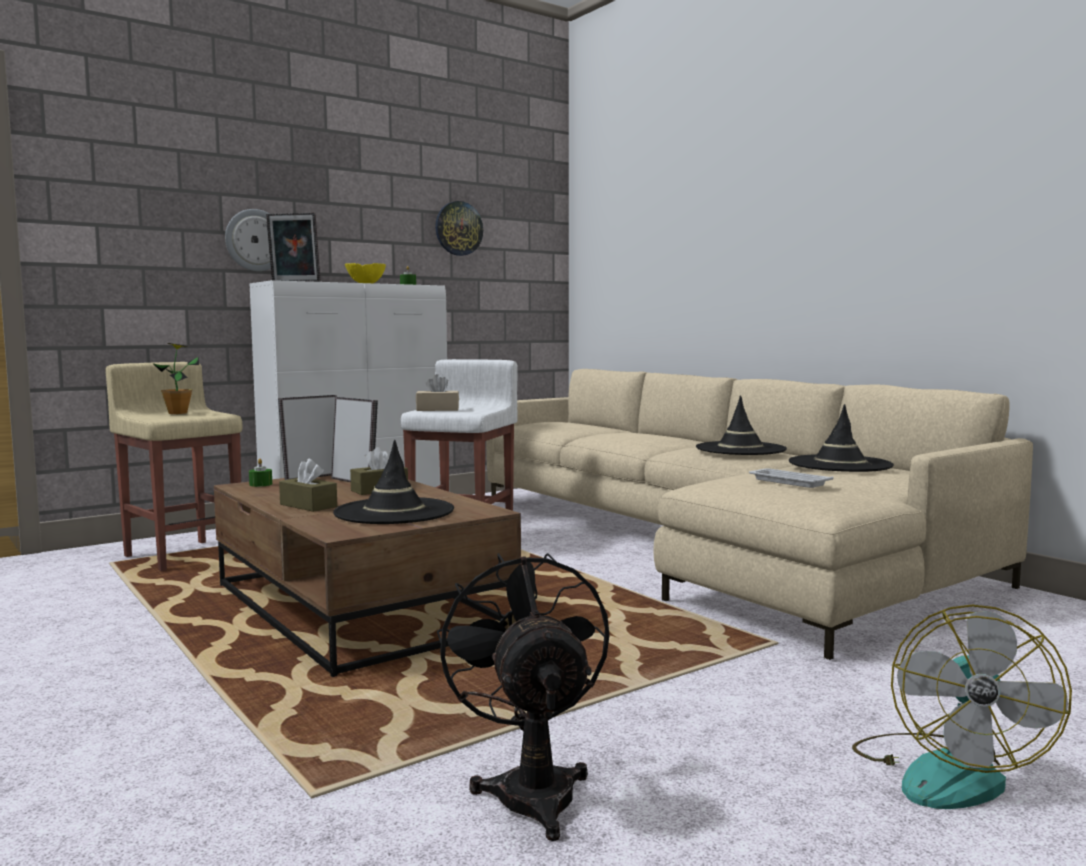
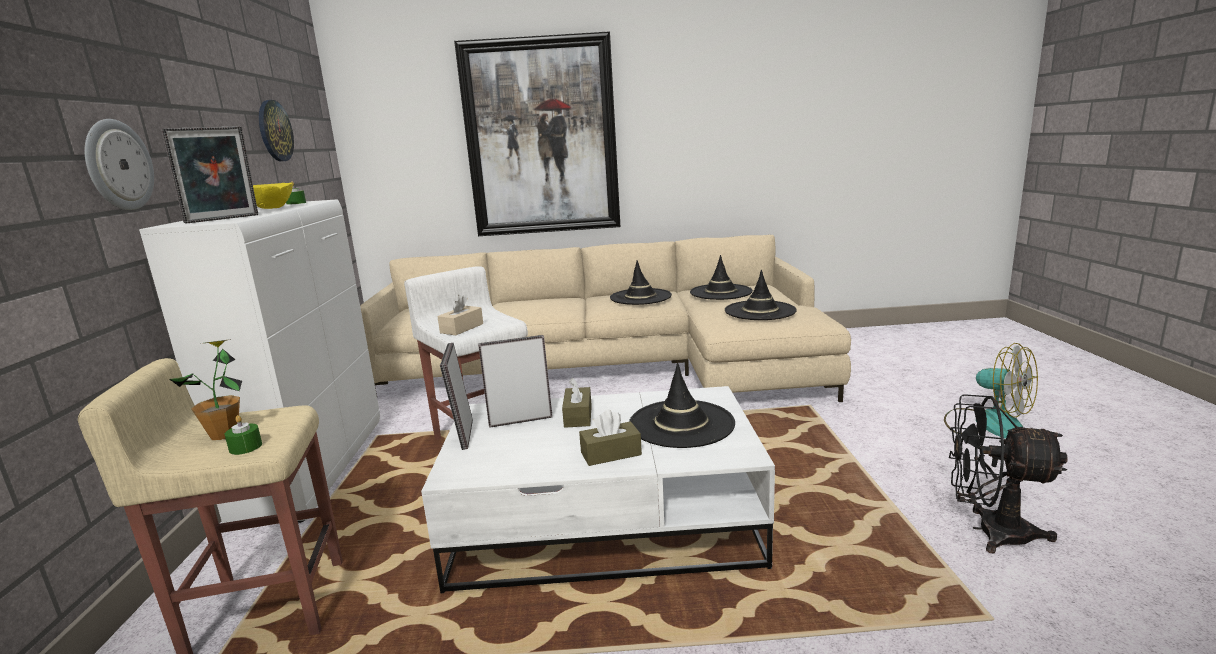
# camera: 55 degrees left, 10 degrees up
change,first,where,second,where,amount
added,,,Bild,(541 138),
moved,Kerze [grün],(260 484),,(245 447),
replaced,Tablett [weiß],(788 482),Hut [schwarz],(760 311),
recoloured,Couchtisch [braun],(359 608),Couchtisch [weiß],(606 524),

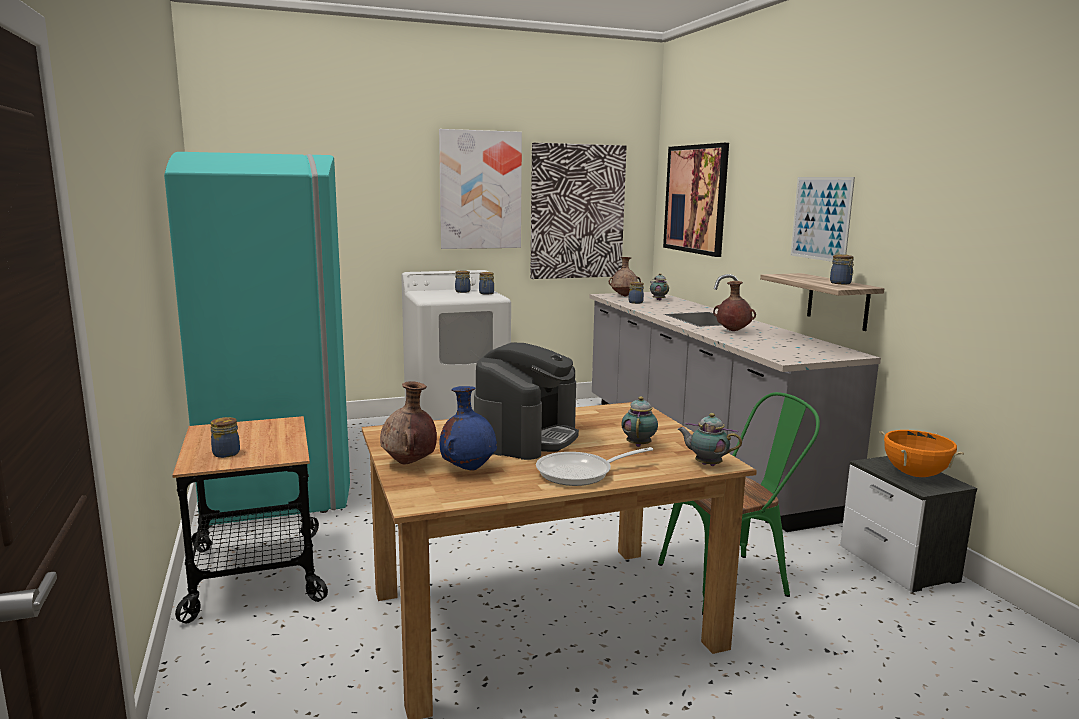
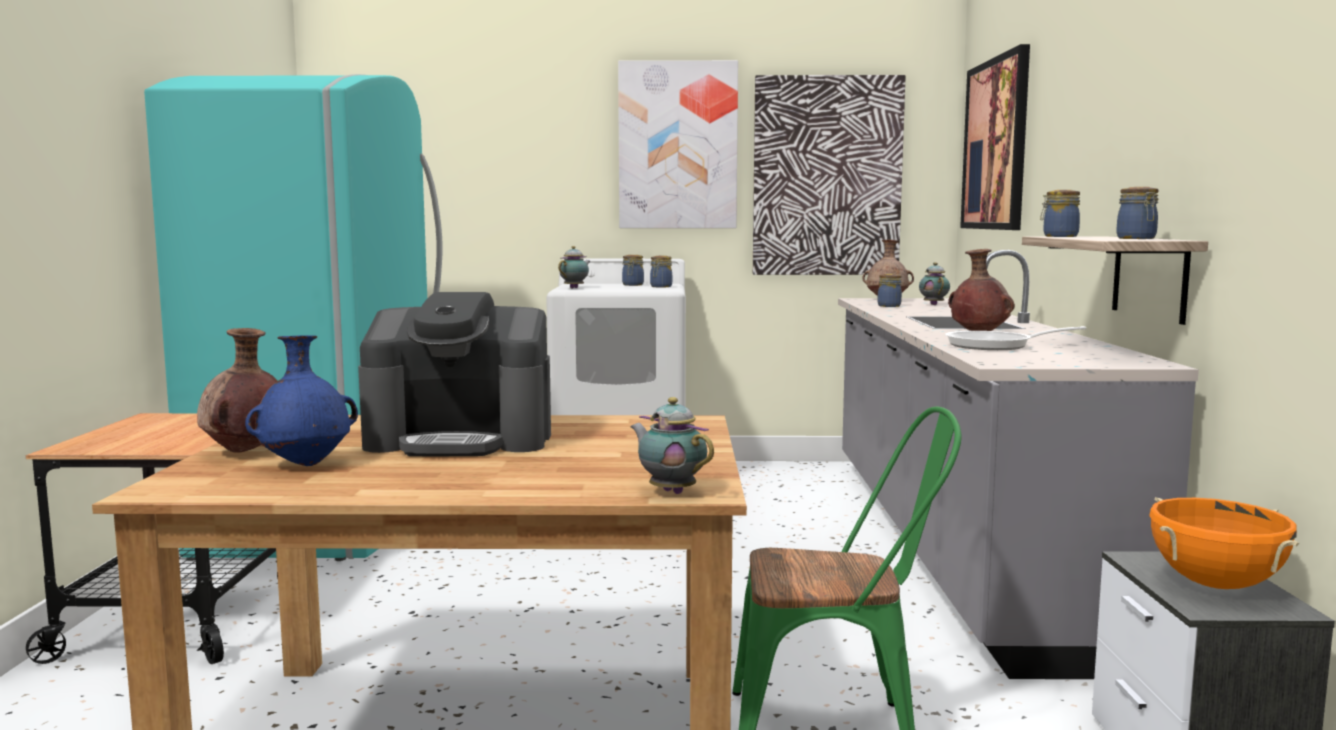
# camera: 20 degrees right, 5 degrees down
change,first,where,second,where,amount
removed,Bild,(821 218),,,
moved,Vorratsglas,(225 453),,(1058 236),
moved,Pfanne,(581 473),,(996 346),
moved,Teekanne,(639 445),,(575 288),
turned,Kaffeemaschine,(526 437),,(461 439),45 degrees clockwise

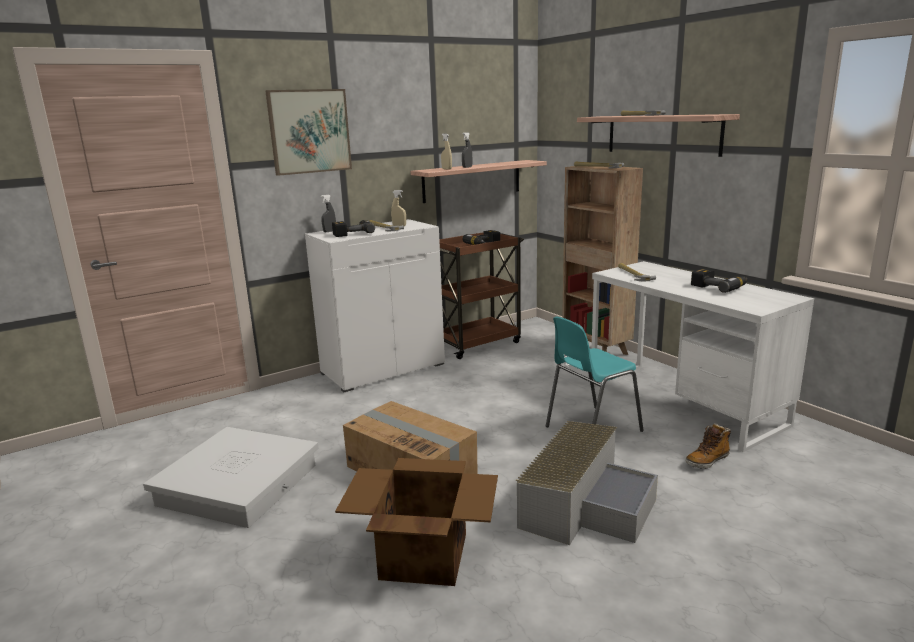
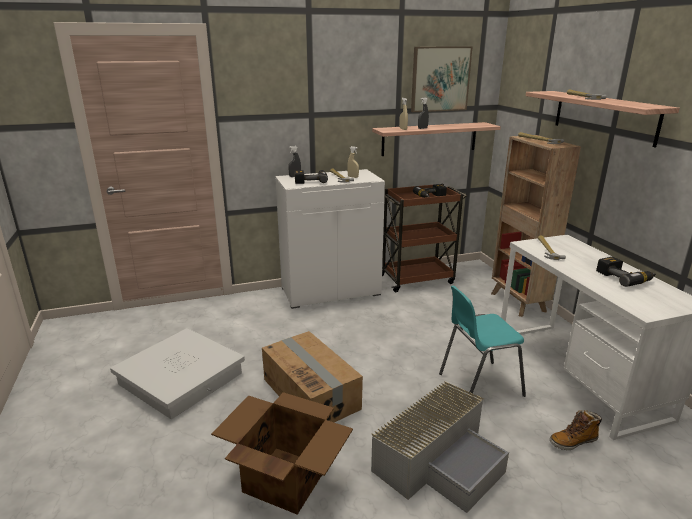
# camera: 15 degrees right, 5 degrees up
change,first,where,second,where,amount
moved,Bild,(309 131),,(440 79),

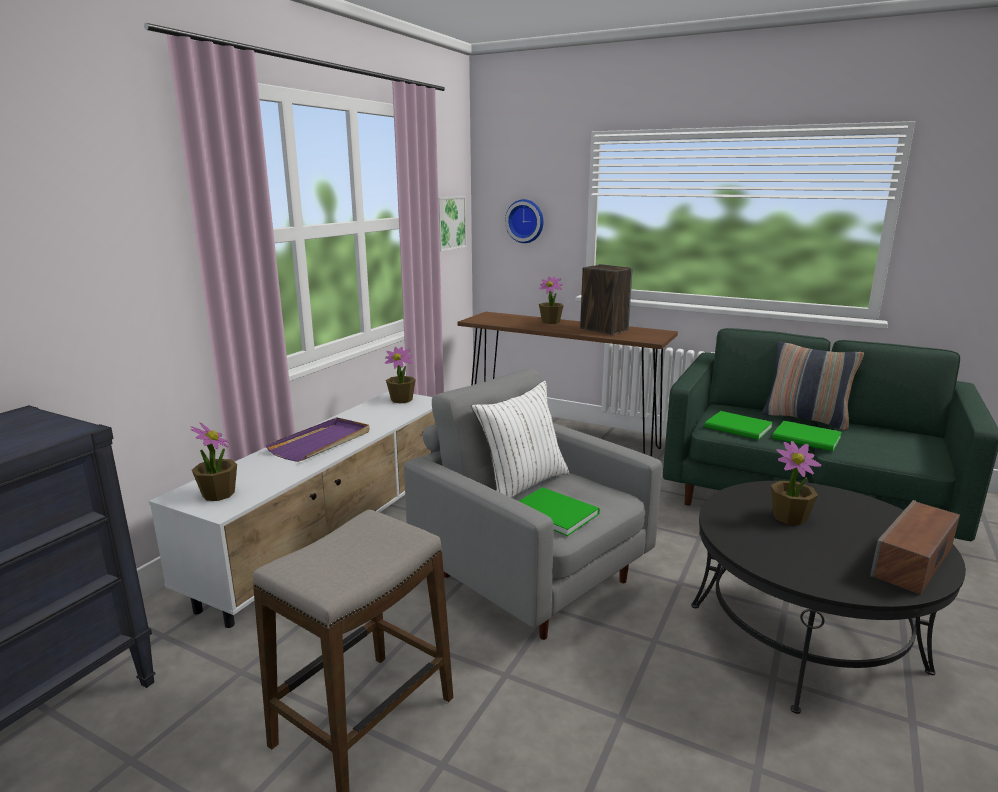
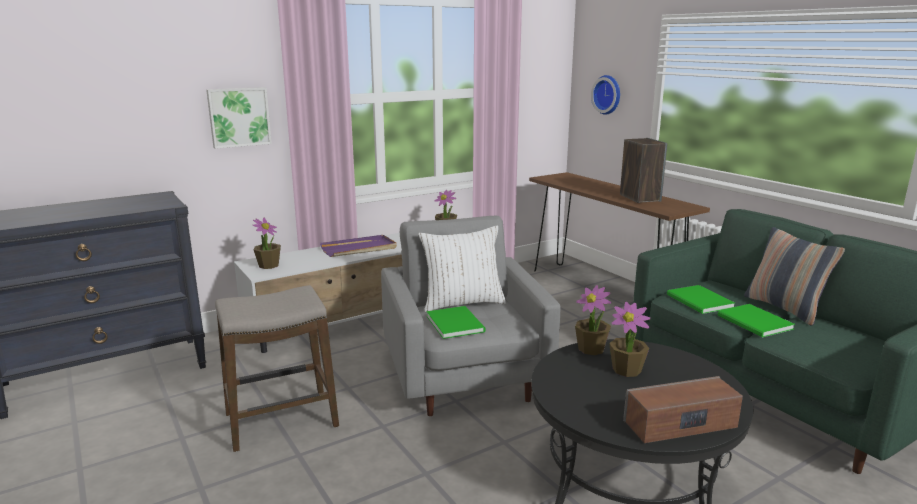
# camera: 30 degrees right, 0 degrees up
change,first,where,second,where,amount
moved,Bild,(448 223),,(239 117),
moved,Topfpflanze,(550 322),,(591 349),

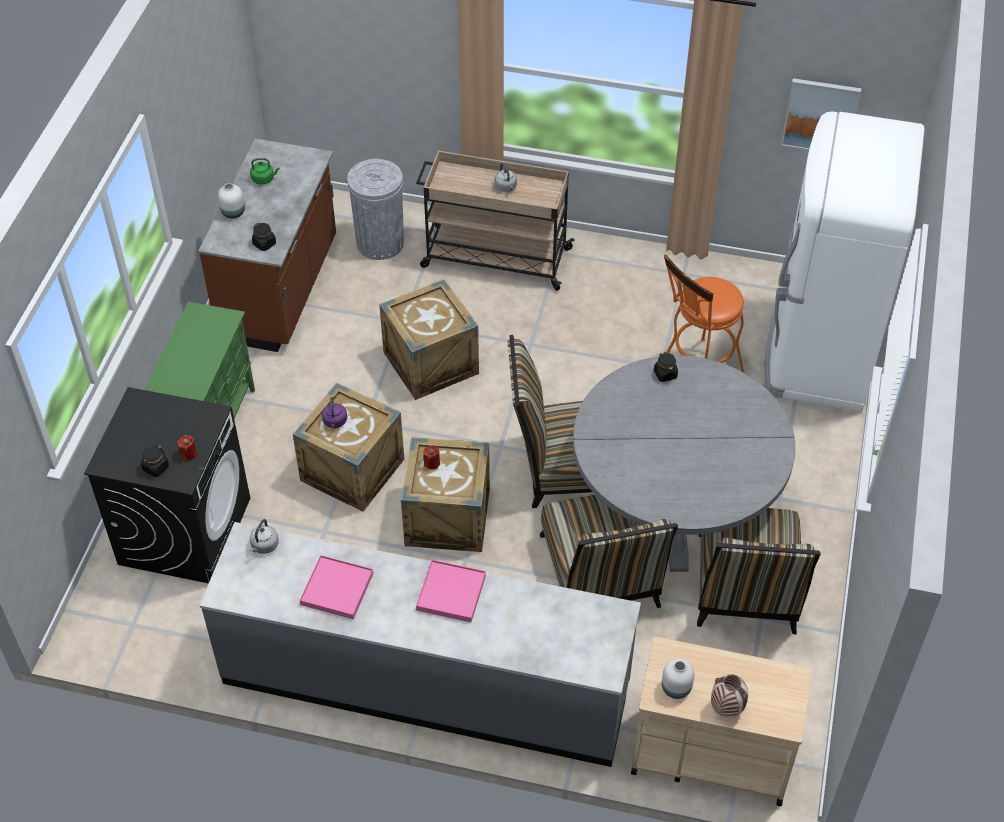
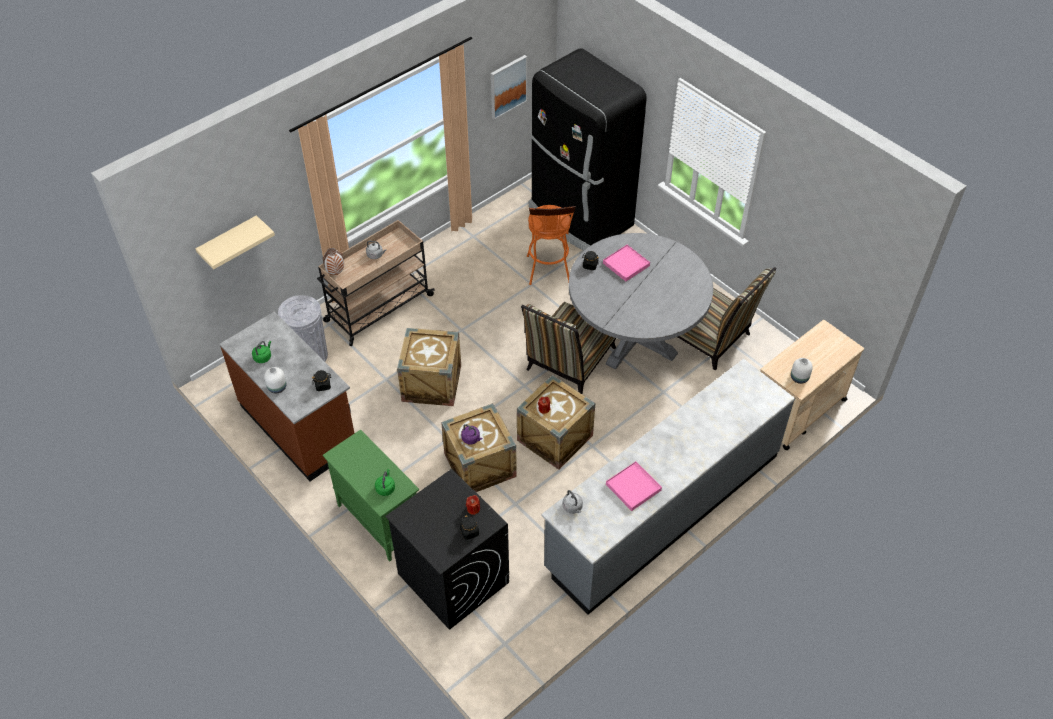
# camera: 55 degrees left, 0 degrees up
change,first,where,second,where,amount
removed,Stuhl,(601 578),,,
added,,,Wandregal [beige],(228 241),
added,,,Wasserkessel [grün],(385 488),
moved,Tablett [rosa],(451 592),,(626 264),
moved,Vase,(727 709),,(335 273),
recoloured,Kühlschrank [weiß],(818 353),Kühlschrank [schwarz],(580 217),

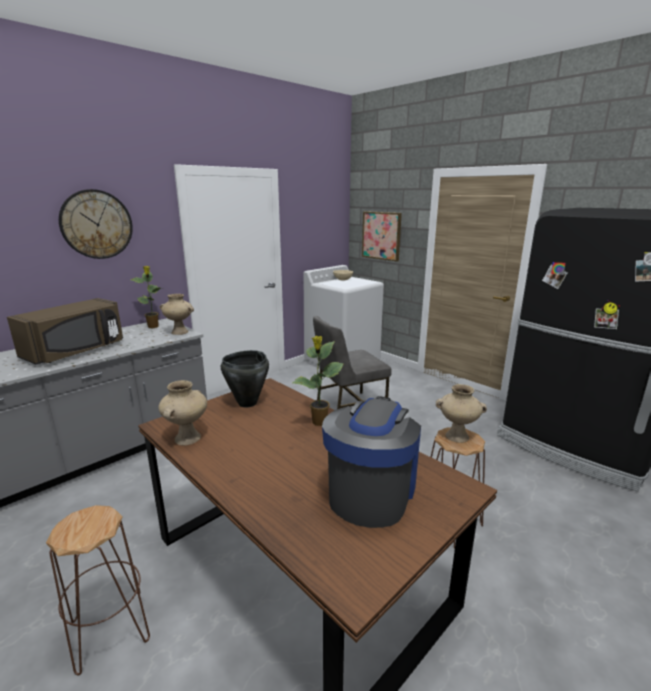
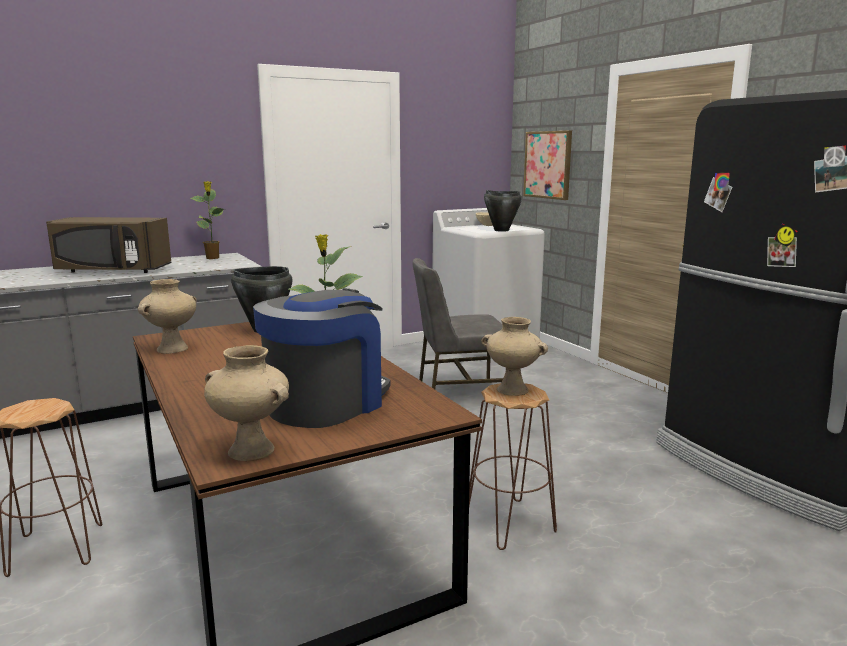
# camera: 15 degrees right, 5 degrees down
change,first,where,second,where,amount
removed,Wanduhr,(96 224),,,
added,,,Kochtopf [schwarz],(501 230),
moved,Vase [beige],(180 332),,(253 450),
turned,Mikrowelle [braun],(76 351),,(112 270),45 degrees clockwise

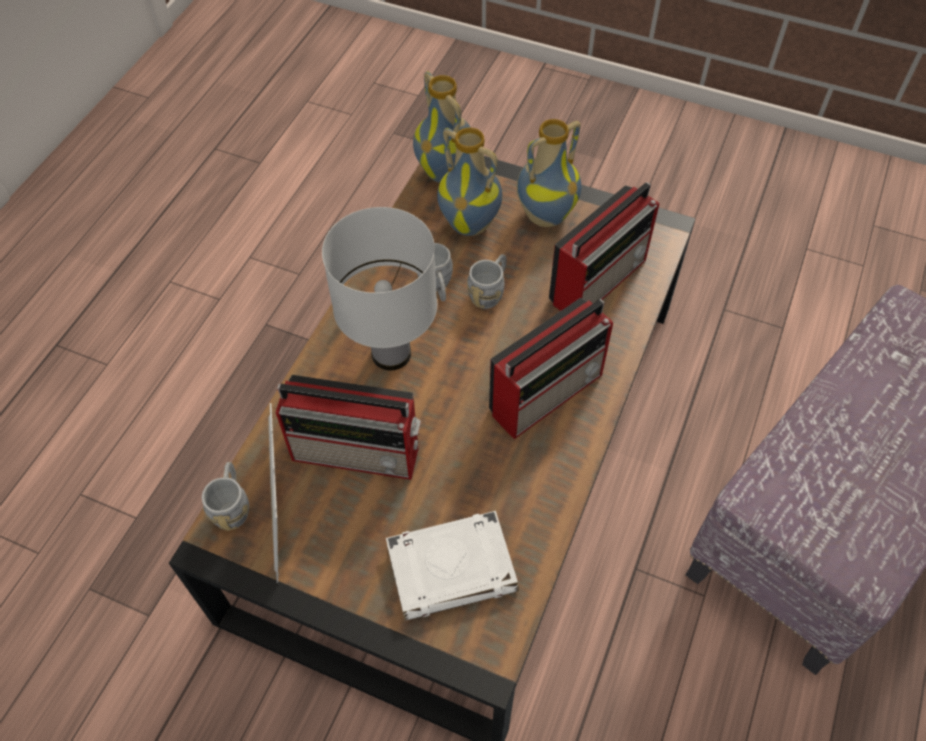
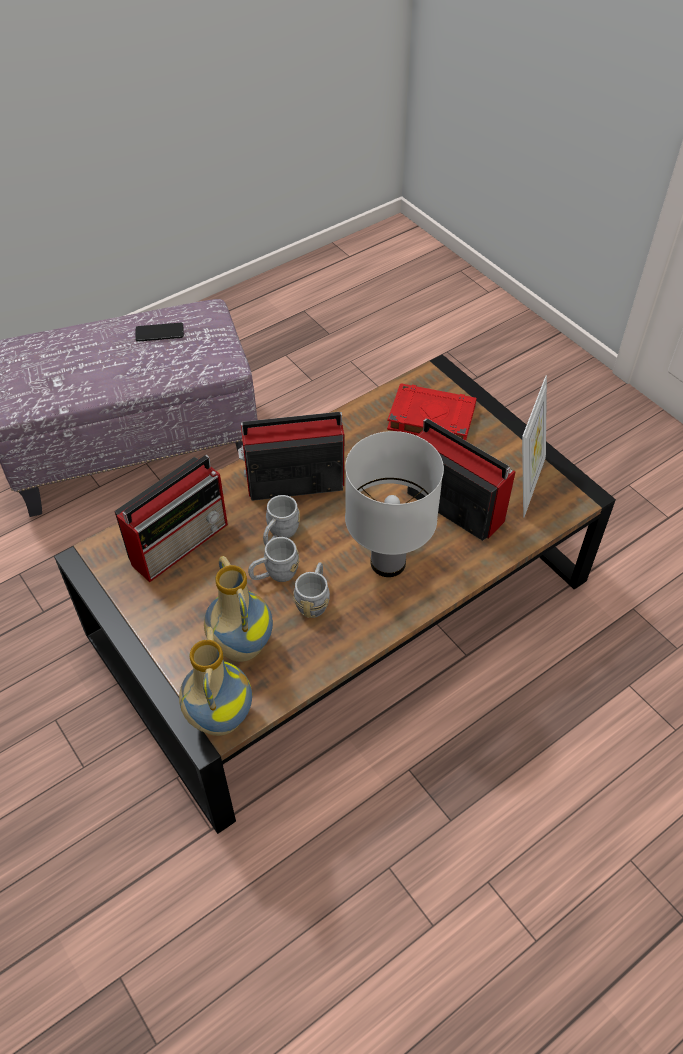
# camera: 150 degrees left, 5 degrees down
change,first,where,second,where,amount
removed,Vase,(545 214),,,
added,,,Handy,(159 333),
moved,Henkelbecher [grau],(233 505),,(279 535),
recoloured,Buch [weiß],(452 568),Buch [rot],(430 418),
turned,Radio,(600 279),,(181 542),150 degrees clockwise

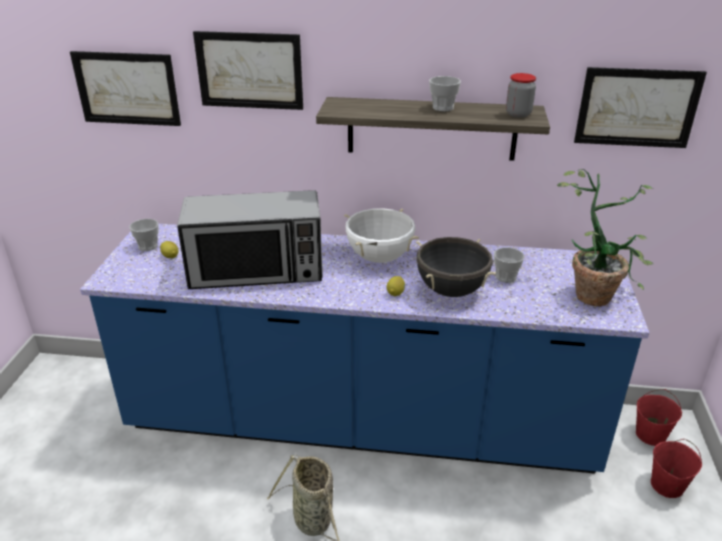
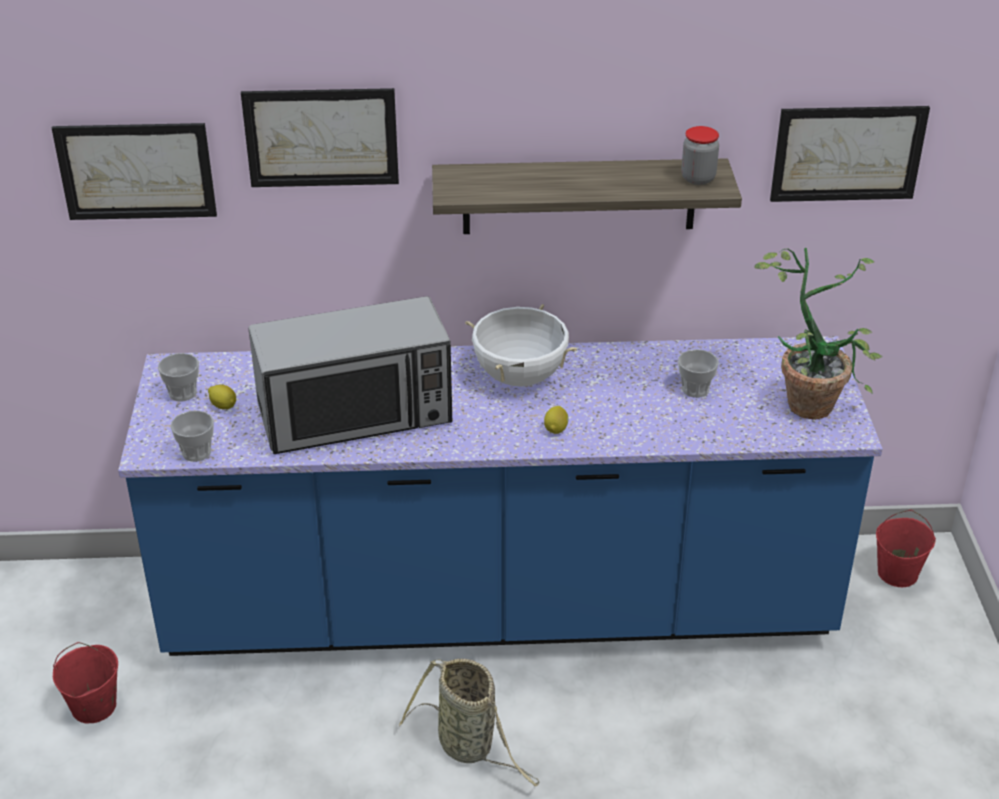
# camera: 10 degrees left, 5 degrees up
change,first,where,second,where,amount
removed,Kochtopf [schwarz],(451 290),,,
moved,Tasse,(443 108),,(196 452),
moved,Eimer [rot],(667 486),,(94 707),

